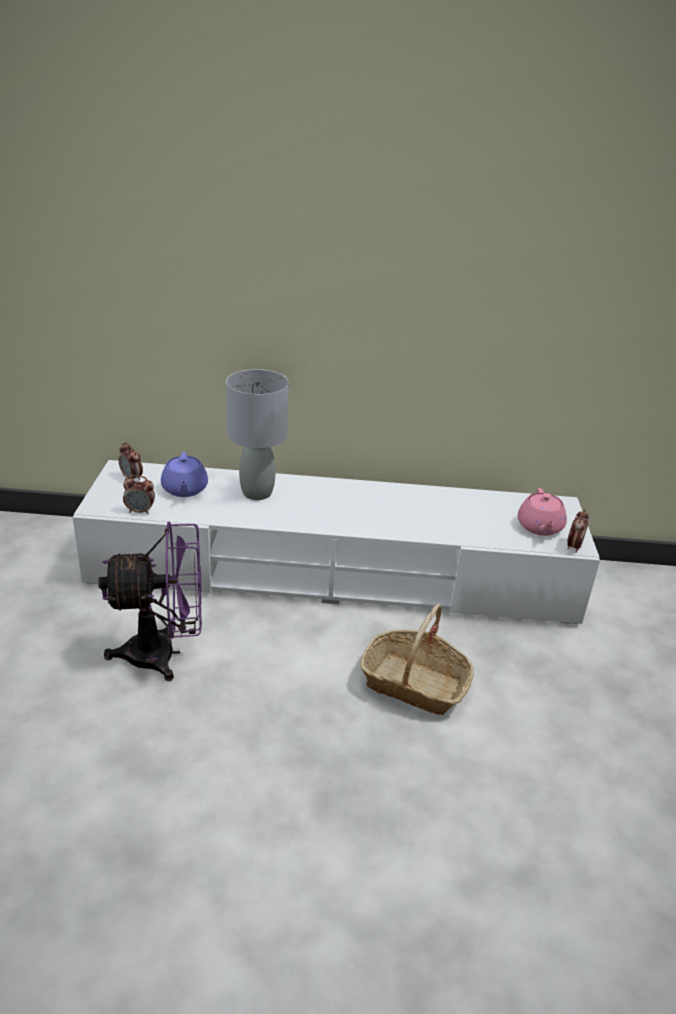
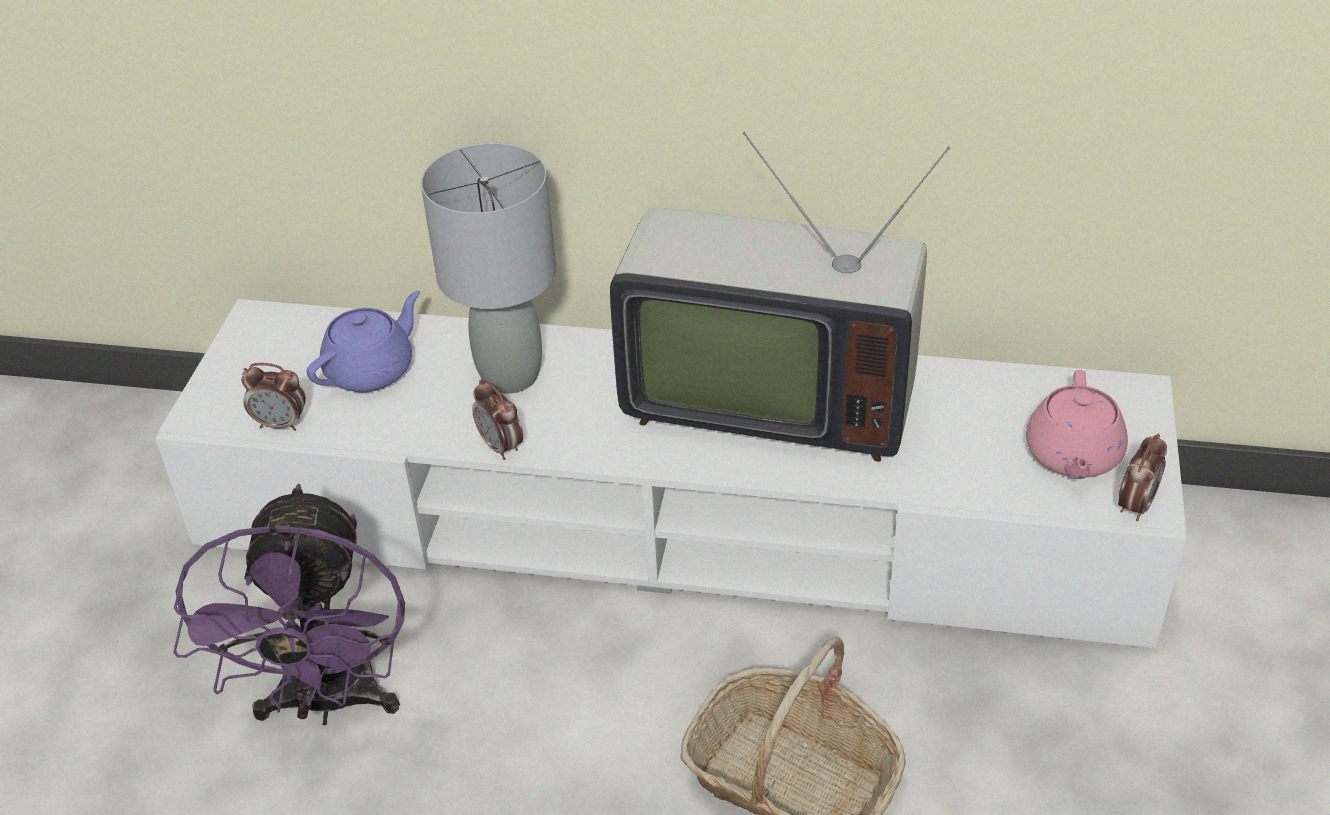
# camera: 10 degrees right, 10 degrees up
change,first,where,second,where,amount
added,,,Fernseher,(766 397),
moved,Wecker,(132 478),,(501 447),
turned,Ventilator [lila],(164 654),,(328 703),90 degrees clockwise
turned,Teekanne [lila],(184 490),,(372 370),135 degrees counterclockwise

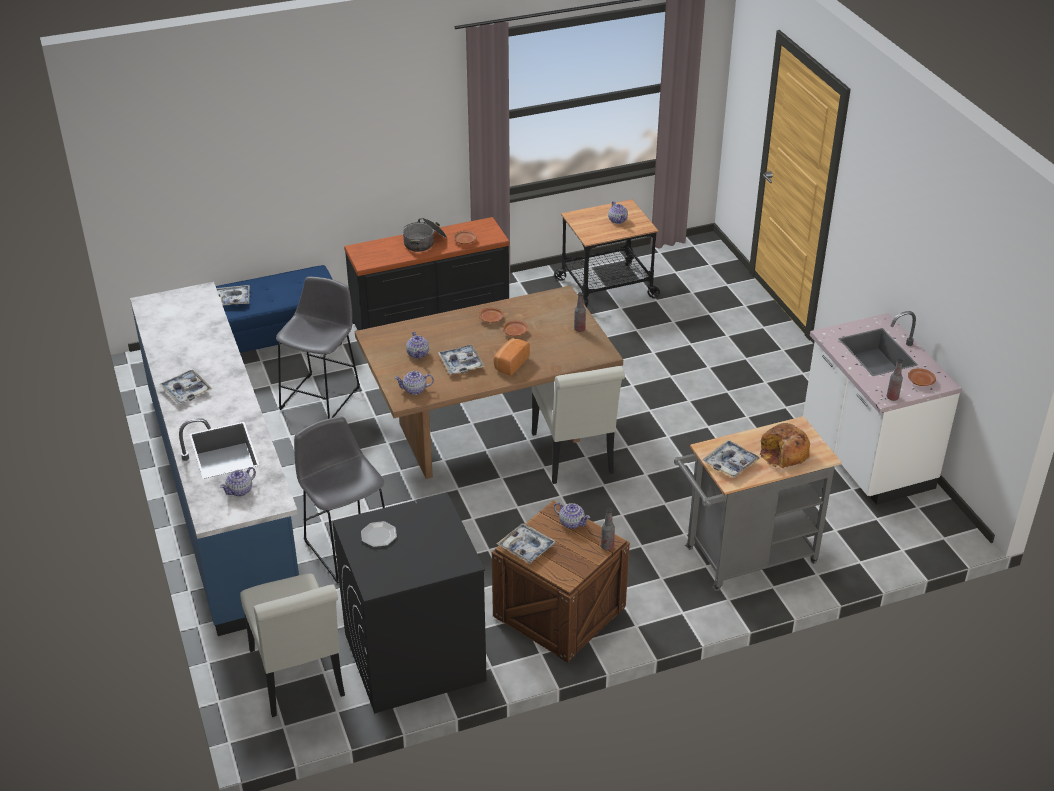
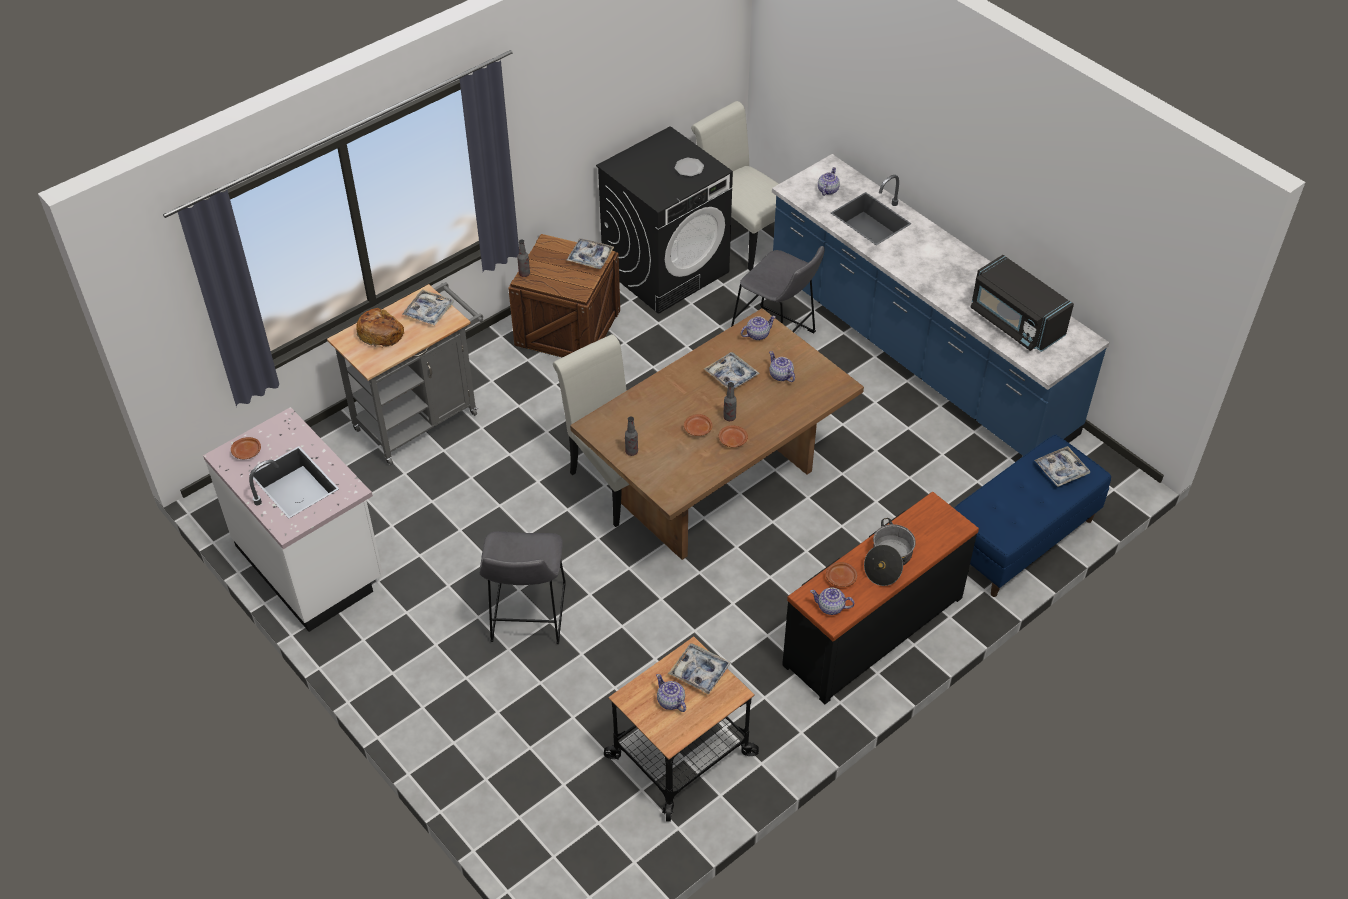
# camera: 160 degrees right, 10 degrees up
change,first,where,second,where,amount
removed,Brot,(510 364),,,
added,,,Mikrowelle [schwarz],(1015 322),
moved,Tablett,(186 391),,(699 672),
moved,Hocker [grau],(322 395),,(527 617),
moved,Teekanne,(571 522),,(831 607),
moved,Flasche,(892 397),,(729 417),

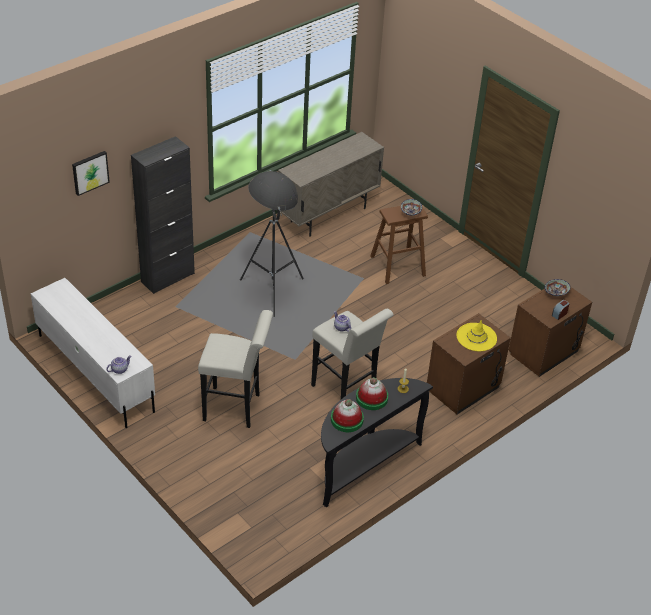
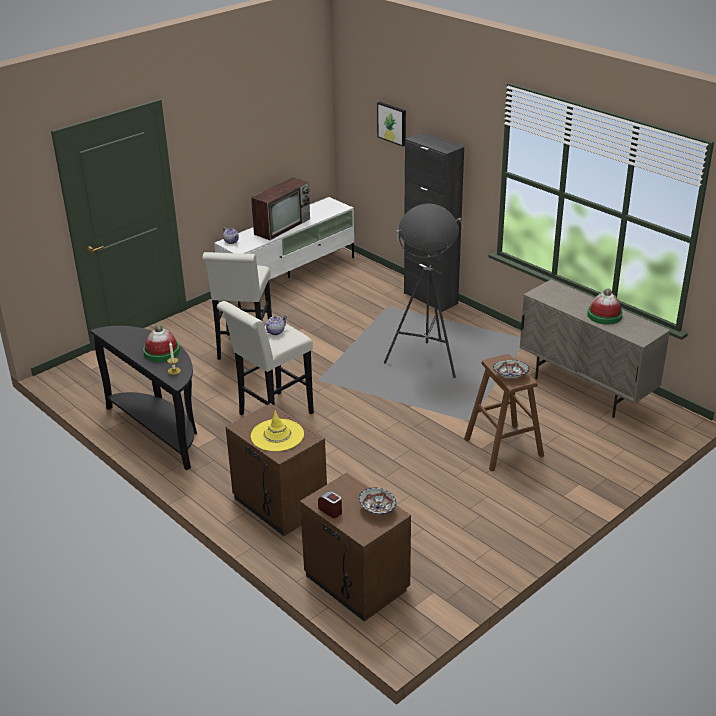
# camera: 90 degrees right, 10 degrees down
change,first,where,second,where,amount
added,,,Fernseher,(283 226),
moved,Hut,(347 420),,(604 315),

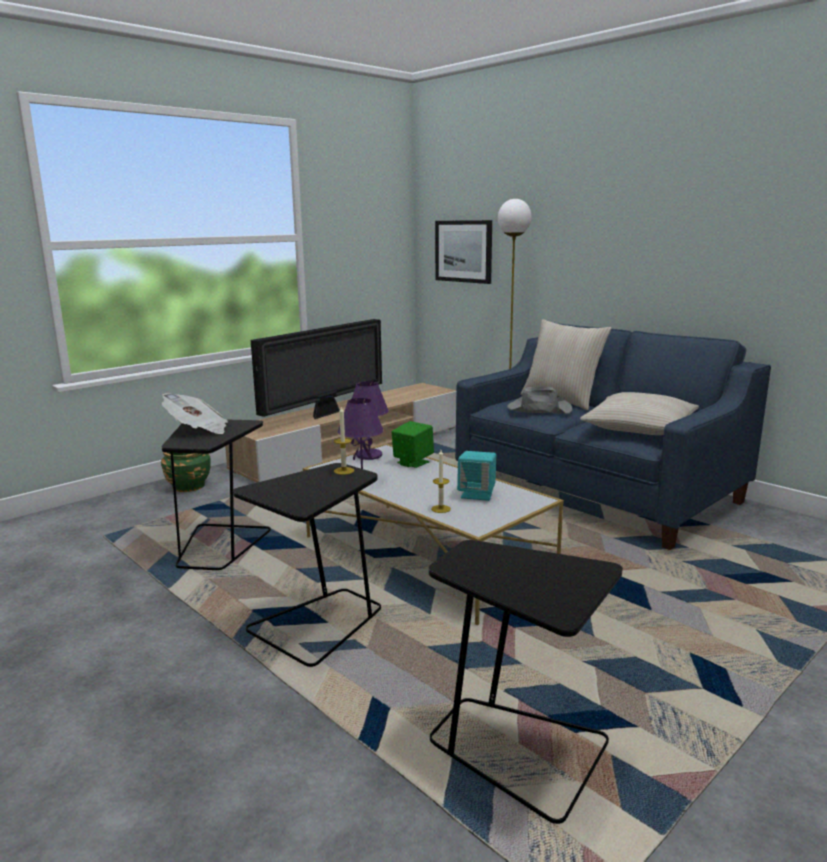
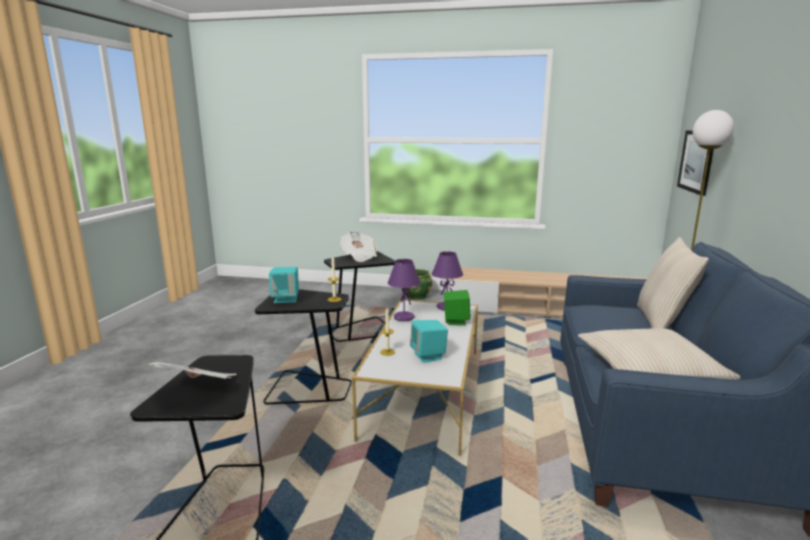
# camera: 55 degrees right, 0 degrees up
change,first,where,second,where,amount
removed,Fernseher,(326 414),,,
removed,Hut [grau],(538 409),,,
added,,,Zeitung,(199 389),
added,,,Lautsprecher [türkis],(286 299),

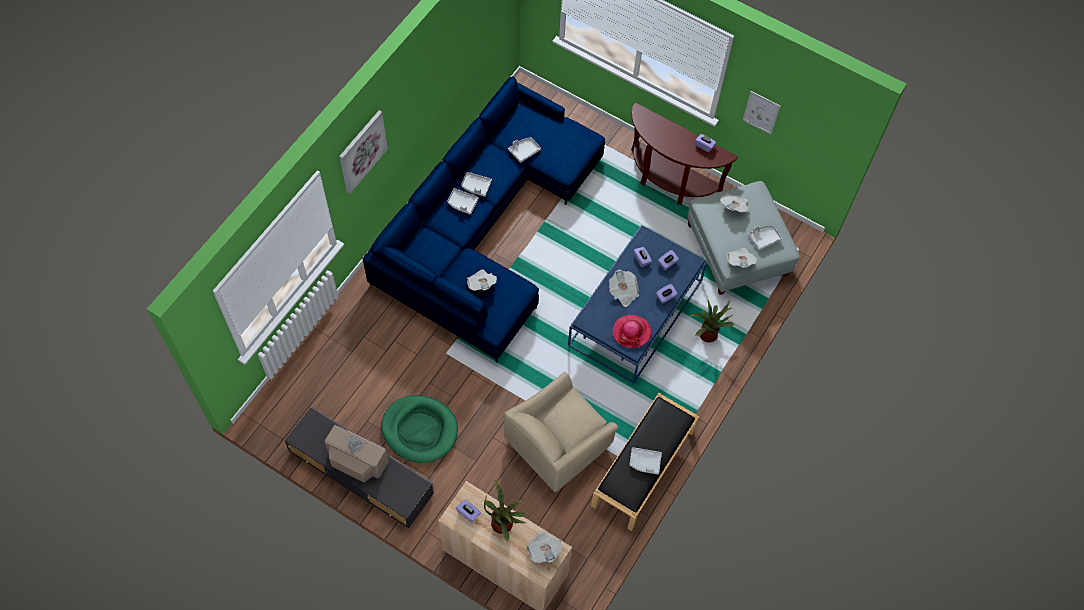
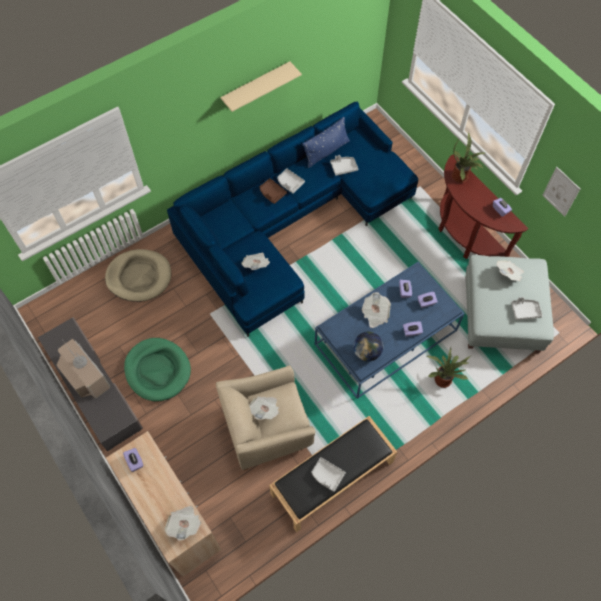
# camera: 25 degrees right, 0 degrees up
change,first,where,second,where,amount
removed,Bild,(362 151),,,
added,,,Hundebett [beige],(139 277),
added,,,Wandregal [beige],(256 86),
added,,,Kissen [blau],(326 151),
moved,Topfpflanze,(504 523),,(461 177),
moved,Zeitung,(740 261),,(265 410),
replaced,Hut,(631 332),Globus,(367 352),
recoloured,Tablett [grau],(462 203),Tablett [braun],(272 193),

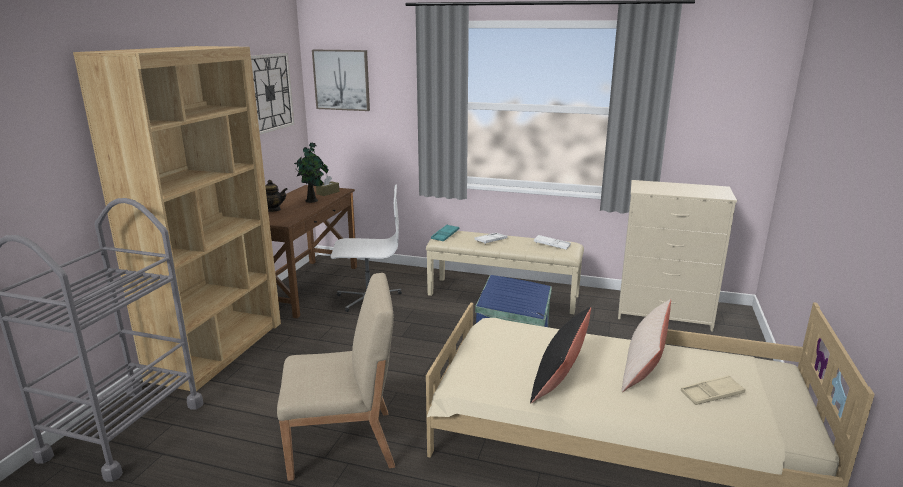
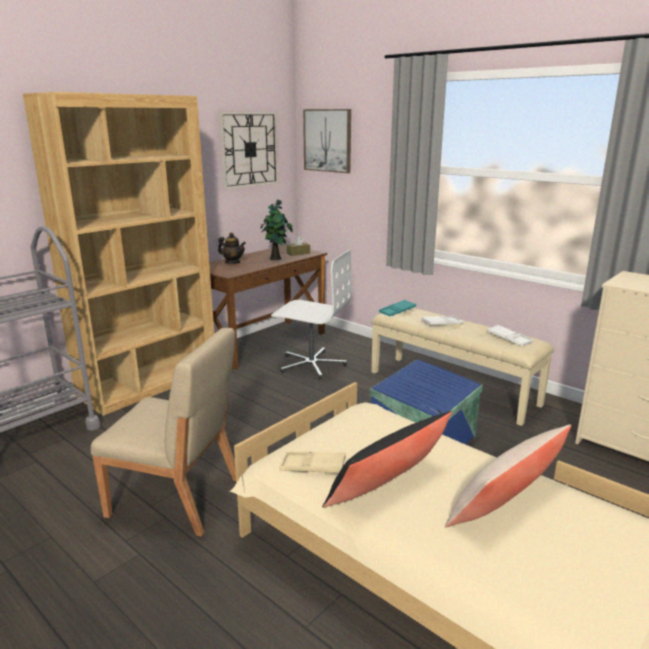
# camera: 25 degrees right, 0 degrees up
change,first,where,second,where,amount
moved,Tablett [beige],(712 394),,(312 466),

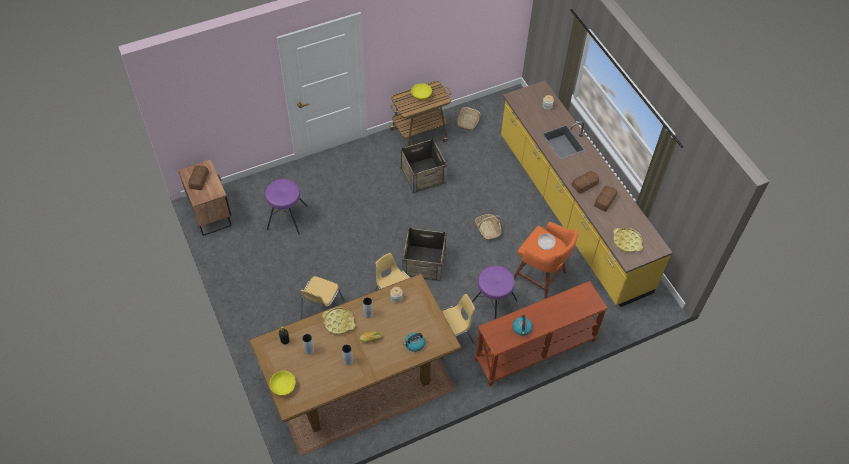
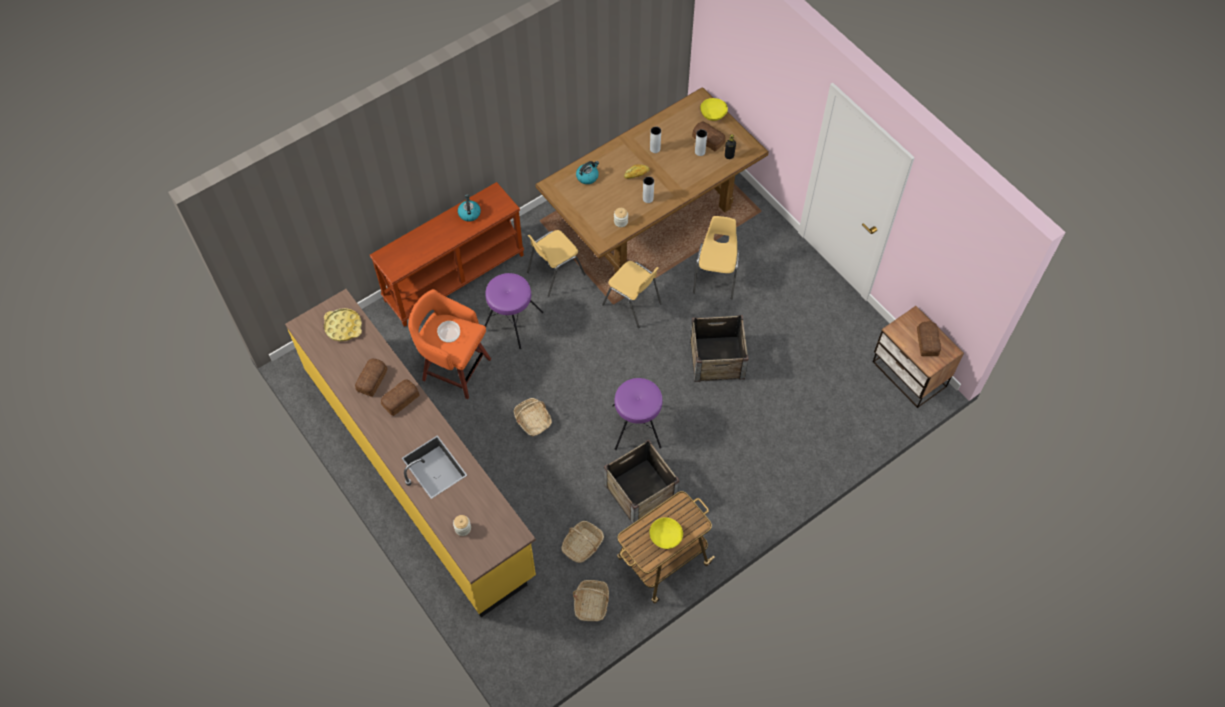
# camera: 170 degrees right, 5 degrees up
change,first,where,second,where,amount
removed,Tablett [gelb],(339 322),,,
added,,,Korb,(582 545),
added,,,Brot,(708 139),
moved,Hocker [lila],(286 217),,(637 426),
moved,Kiste,(424 262),,(716 358),

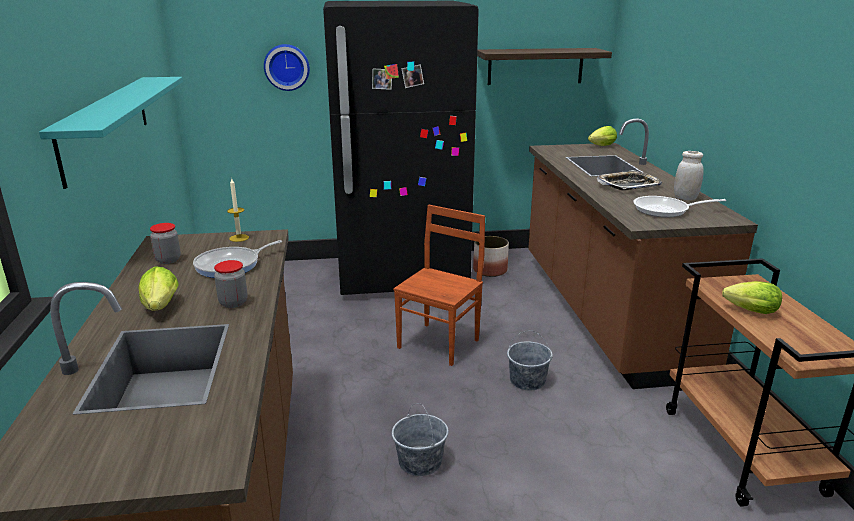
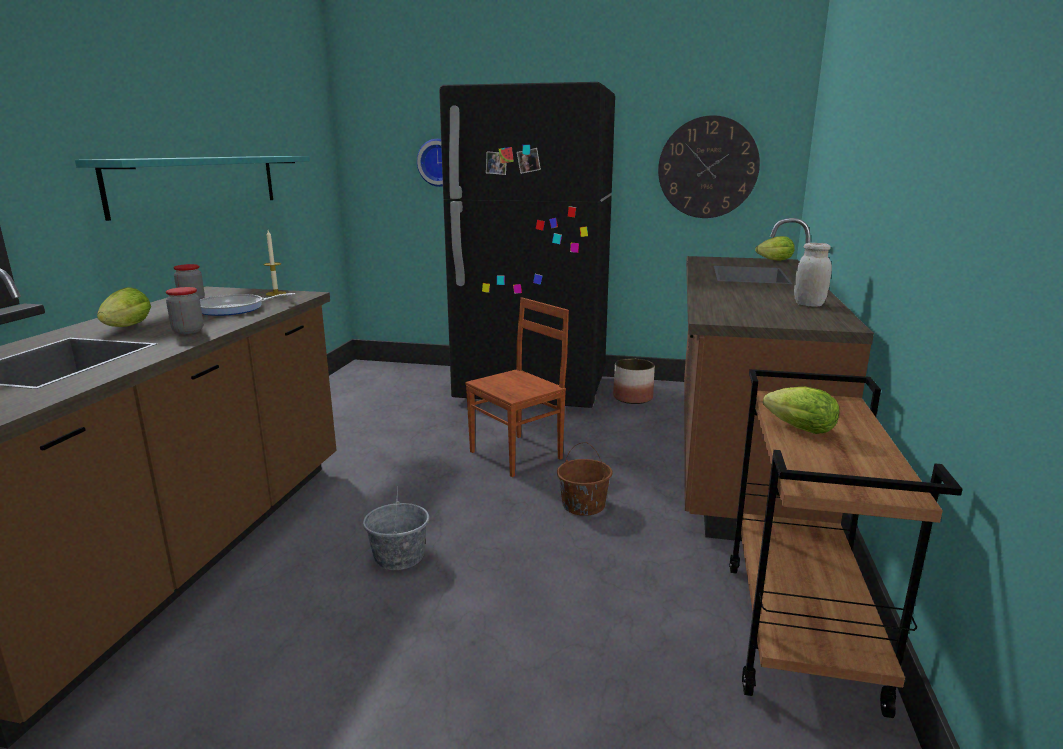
# camera: 20 degrees right, 5 degrees down
change,first,where,second,where,amount
removed,Tablett,(628 185),,,
removed,Pfanne,(666 210),,,
replaced,Wandregal,(535 66),Wanduhr,(708 167),
recoloured,Eimer [grau],(527 380),Eimer [braun],(583 505),

